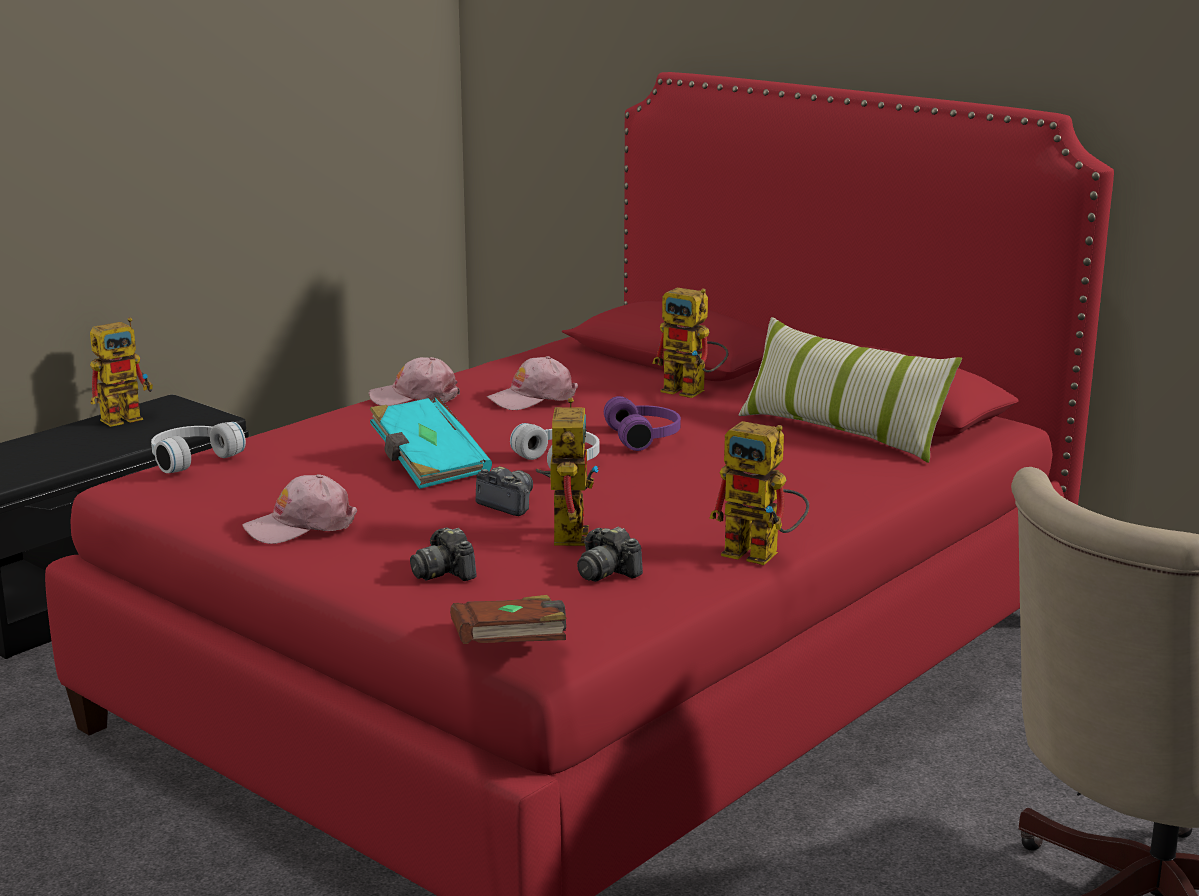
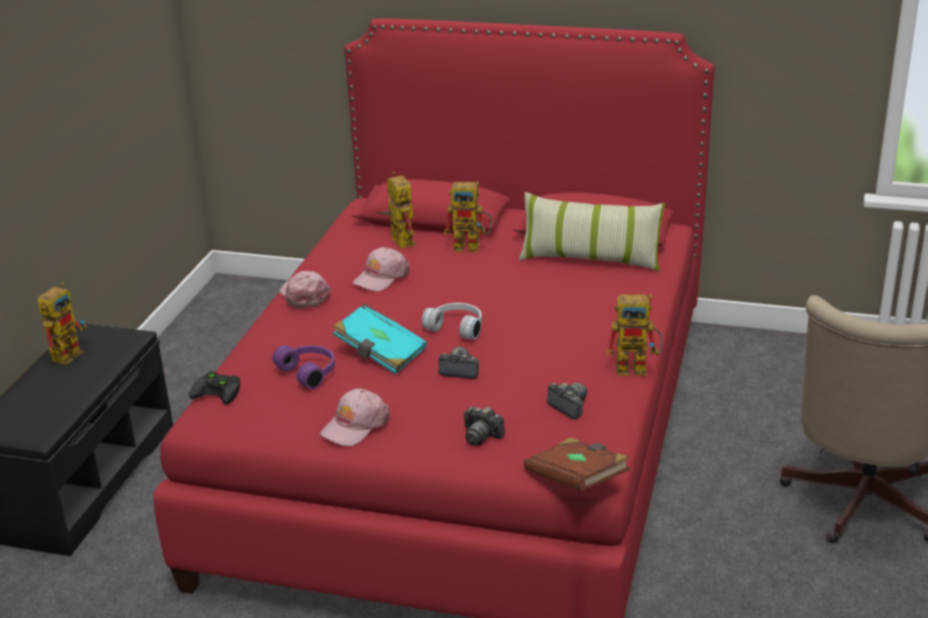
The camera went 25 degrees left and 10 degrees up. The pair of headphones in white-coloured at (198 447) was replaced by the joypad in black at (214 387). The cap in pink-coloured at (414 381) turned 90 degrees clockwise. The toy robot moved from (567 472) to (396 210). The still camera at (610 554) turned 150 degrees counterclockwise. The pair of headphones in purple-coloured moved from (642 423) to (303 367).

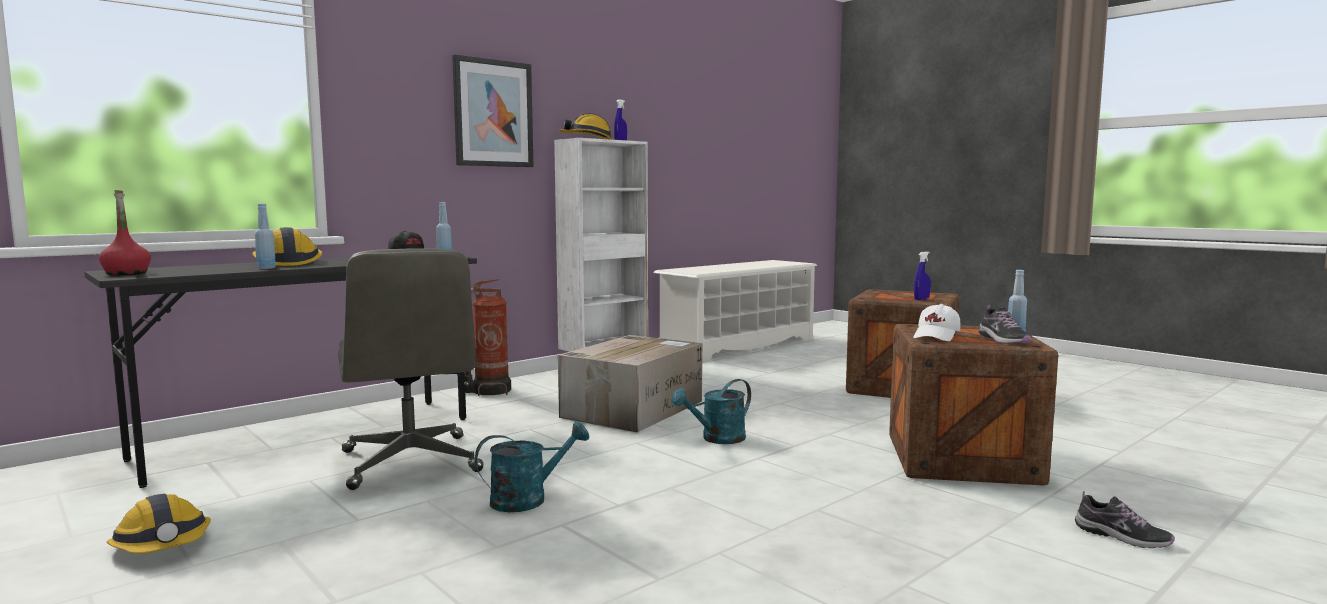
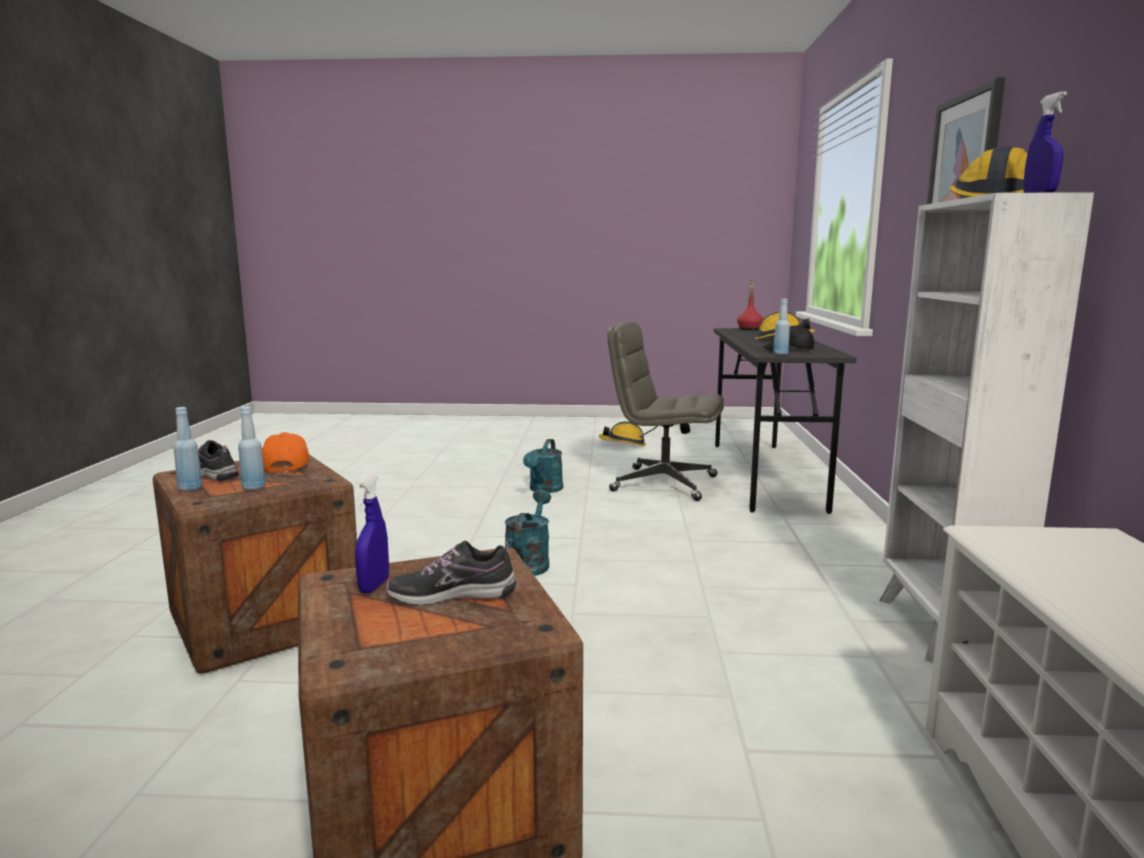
The camera went 135 degrees right and 5 degrees up. The drink bottle in blue-coloured moved from (265 236) to (251 448). The fire-fighting cylinder at (488 337) disappeared. The cardboard box at (630 383) disappeared. The cap in white-coloured at (937 322) became the cap in orangey at (286 452). The item of footwear moved from (1125 519) to (451 573).

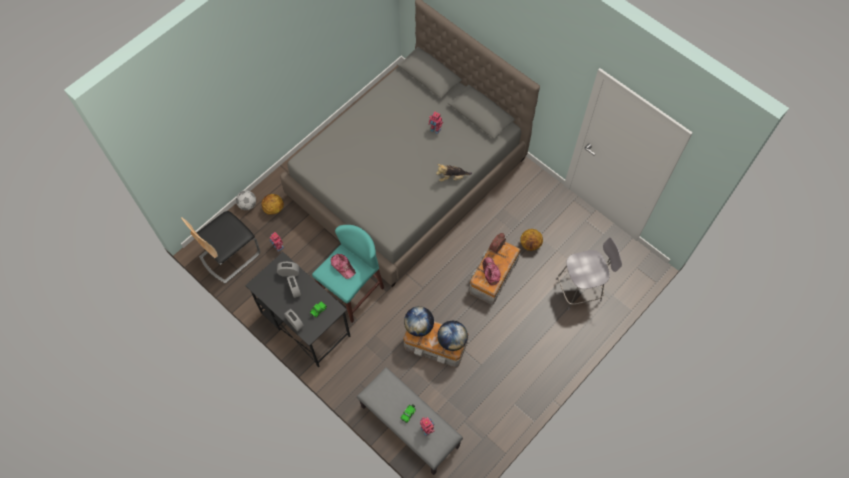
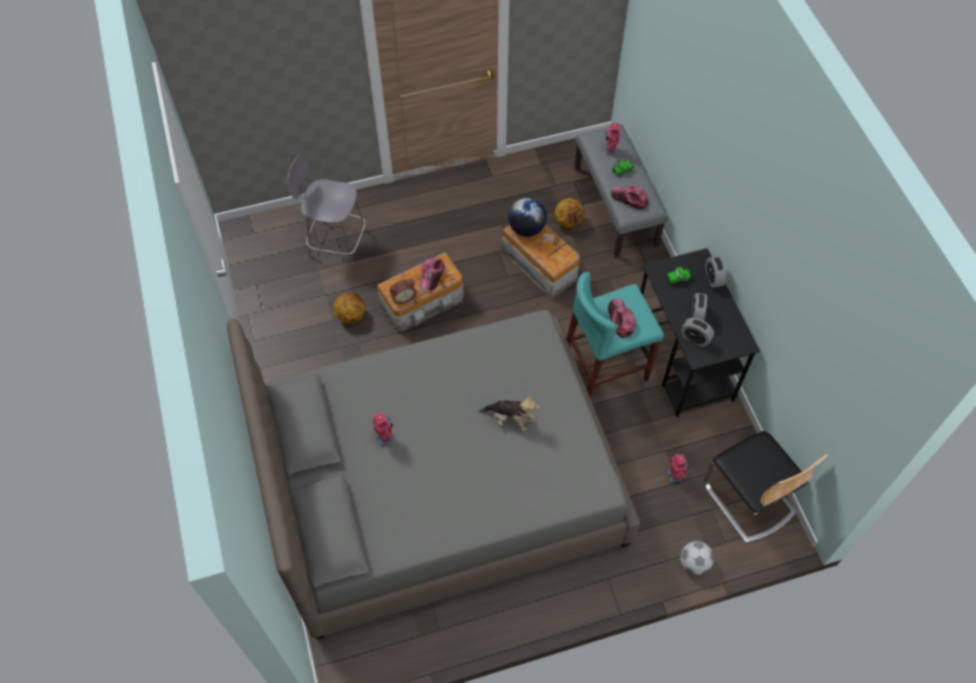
The camera went 150 degrees left and 5 degrees down. The upright chair at (221 247) turned 75 degrees clockwise. The basketball ball moved from (272 204) to (569 213). The world globe at (419 321) disappeared. The plush toy moved from (454 173) to (509 413). The cap at (629 197) appeared.

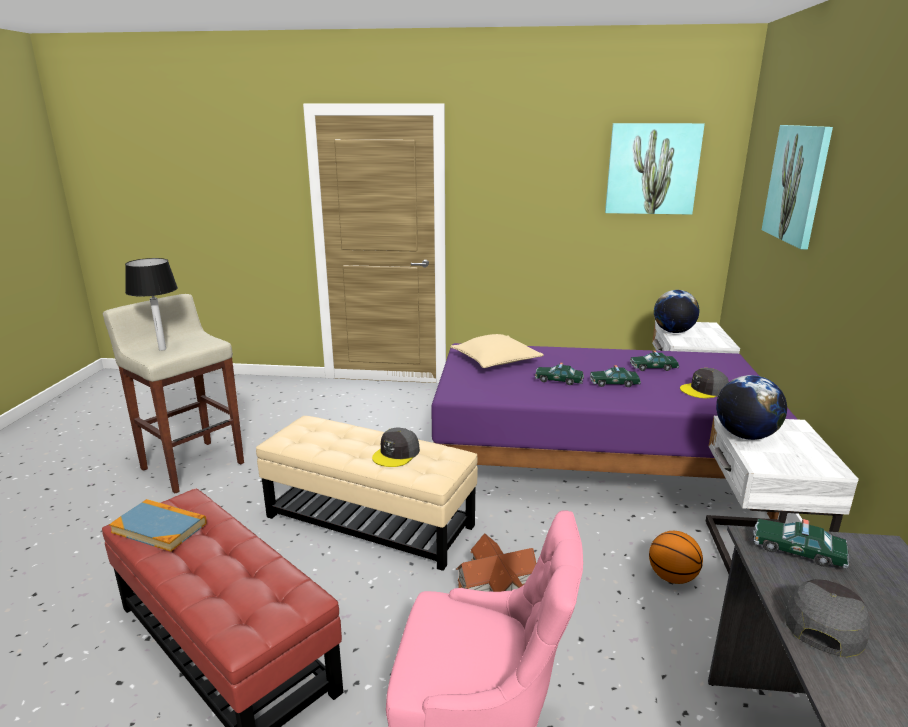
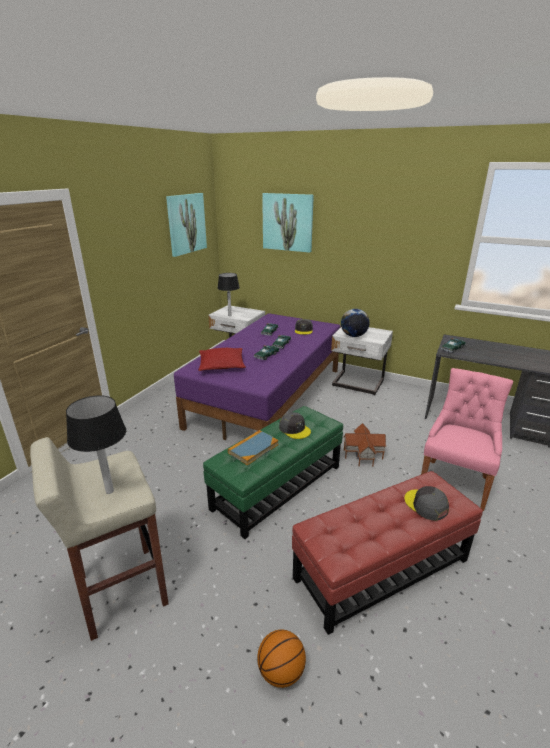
The camera went 70 degrees left and 5 degrees up. The volume moved from (158 525) to (253 448). The ottoman in sand-coloured at (367 493) became the ottoman in green-coloured at (273 472). The cushion in sand-coloured at (497 351) became the cushion in red-coloured at (222 359). The basketball ball moved from (676 557) to (281 659). The world globe at (676 311) was replaced by the table lamp at (229 294). The cap in greyish moved from (827 618) to (426 503).

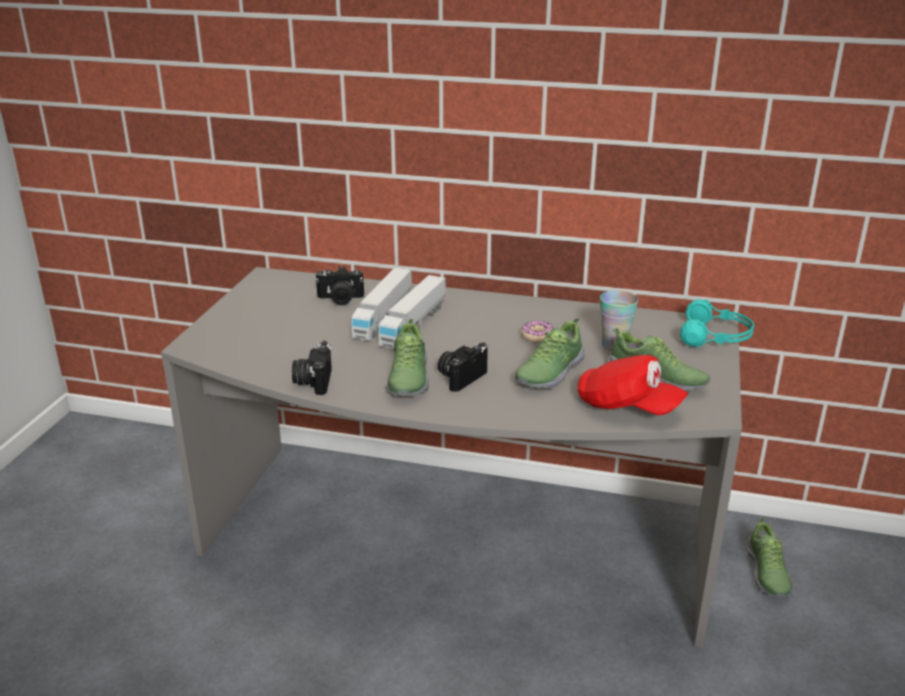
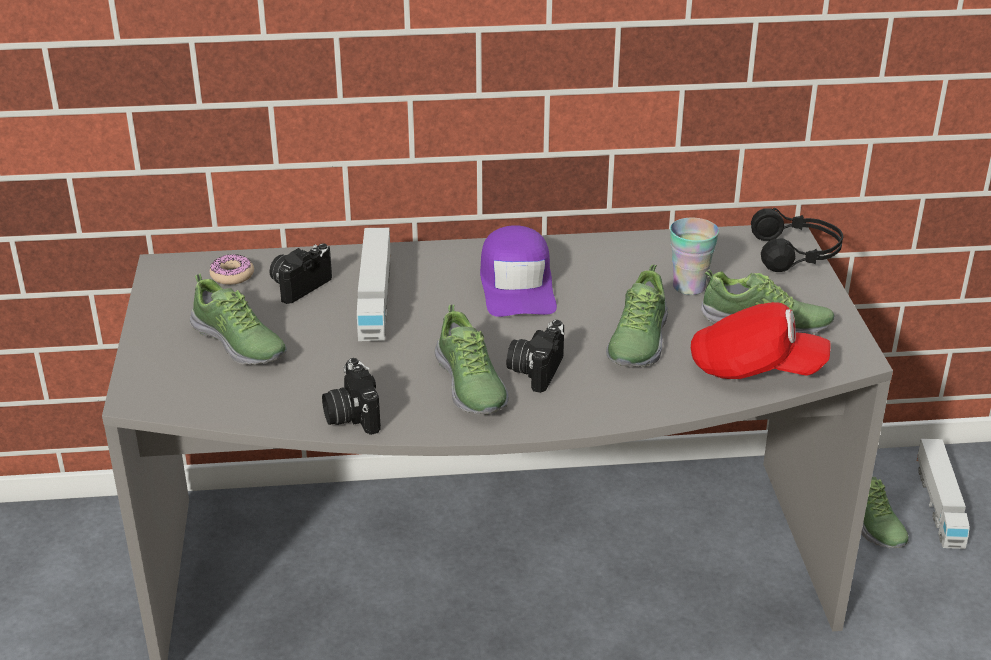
The camera went 20 degrees left and 5 degrees up. The still camera at (339 286) turned 150 degrees clockwise. The toy truck moved from (412 312) to (943 494). The ring doughnut moved from (537 332) to (232 269). The pair of headphones in turquoise at (717 323) became the pair of headphones in black at (797 240). The item of footwear at (238 319) appeared. The cap in purple-coloured at (518 271) appeared.

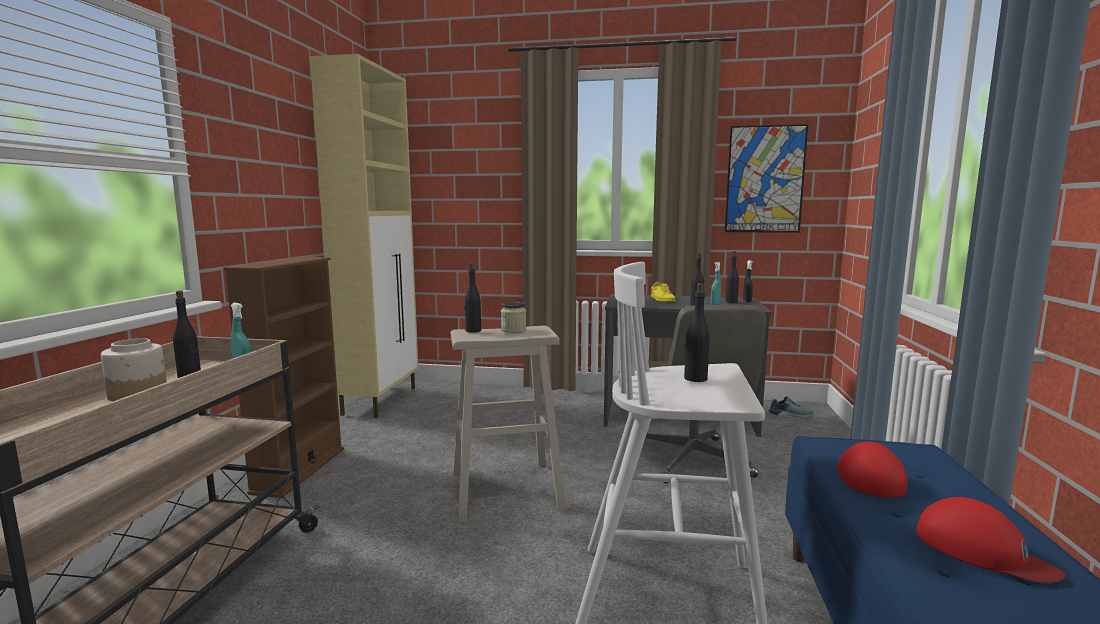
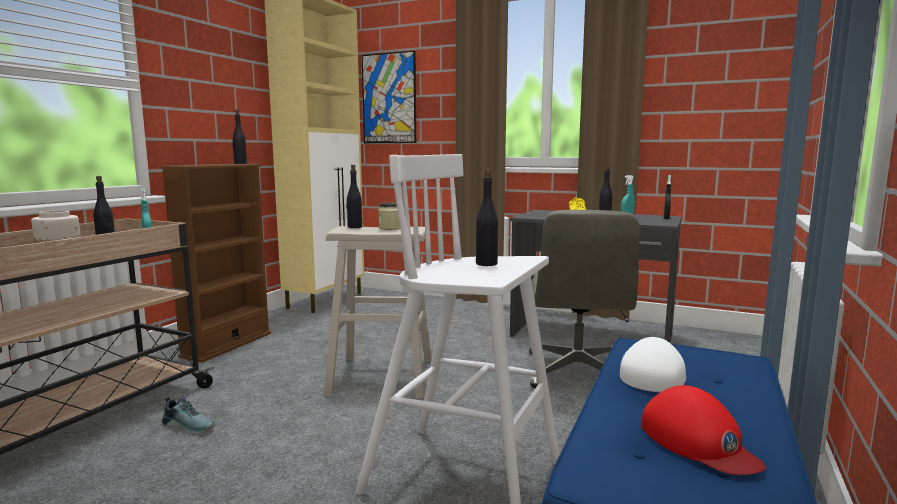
The camera went 15 degrees right and 0 degrees up. The wall art moved from (766 178) to (389 96). The drink bottle in black moved from (732 277) to (239 137). The item of footwear moved from (791 406) to (188 415). The cap in red-coloured at (872 469) became the cap in white-coloured at (653 364).

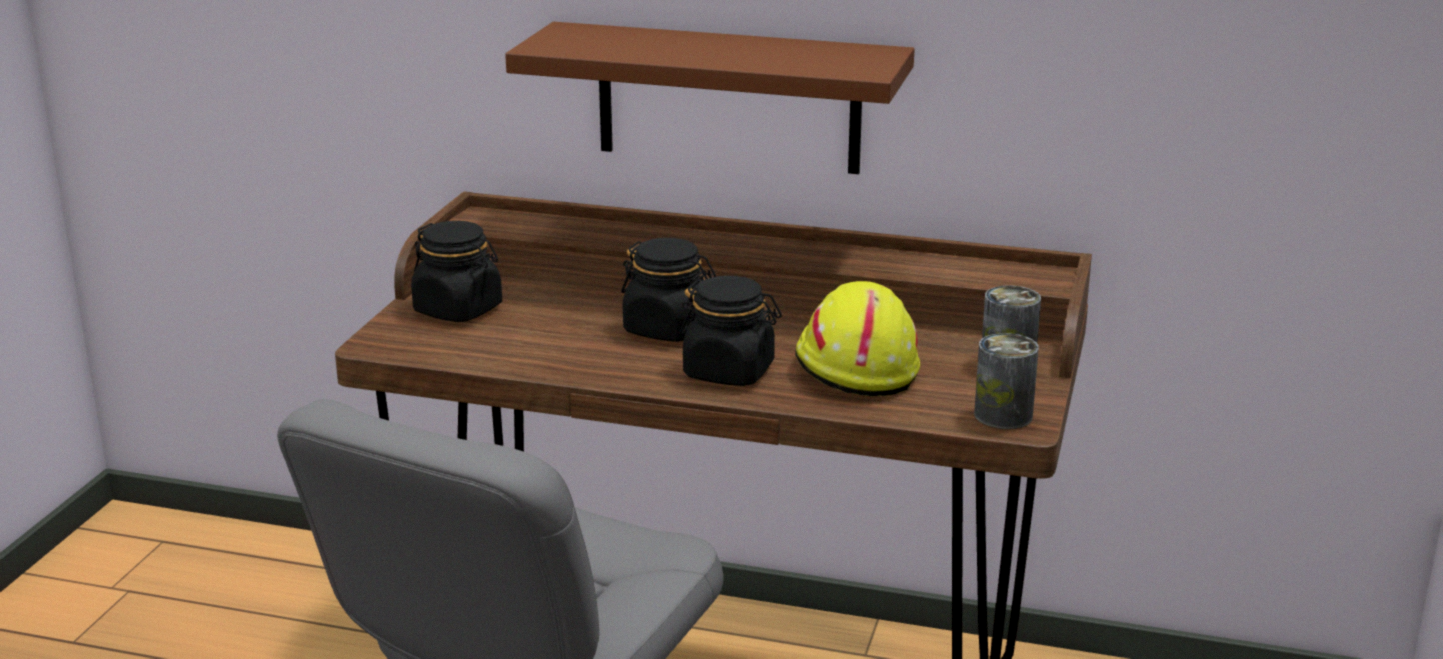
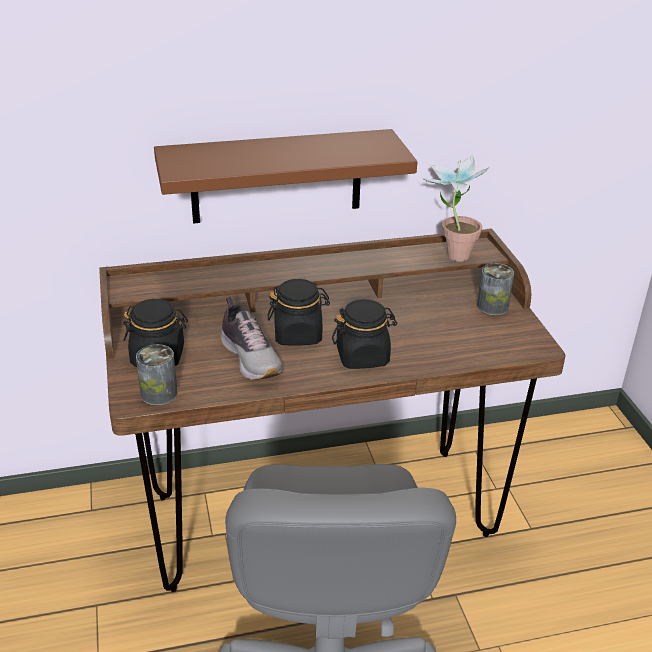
The camera went 30 degrees left and 10 degrees up. The safety helmet in yellowish at (857 338) disappeared. The metal can moved from (1006 381) to (157 375). The item of footwear at (252 338) appeared. The plant in a pot at (455 208) appeared.

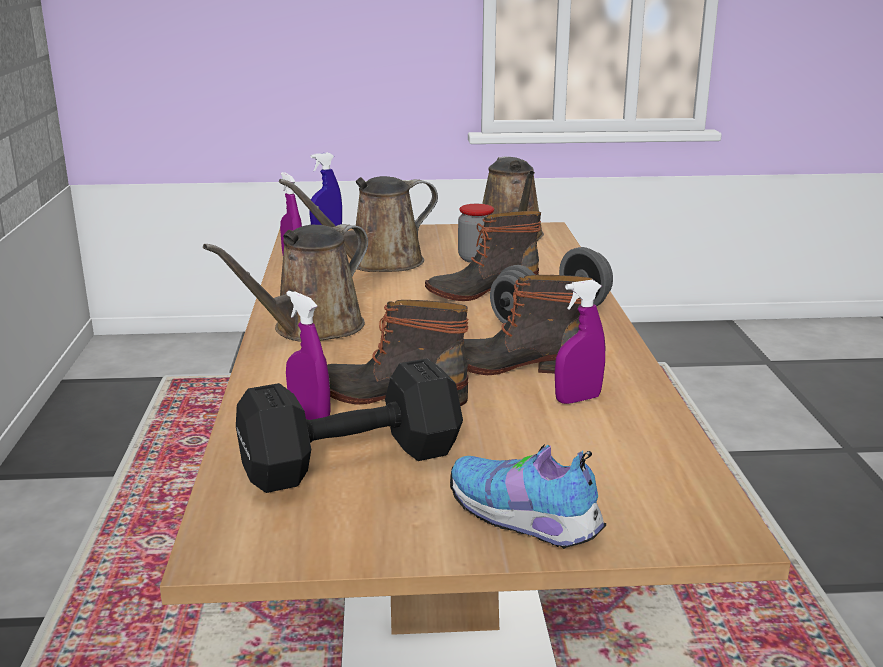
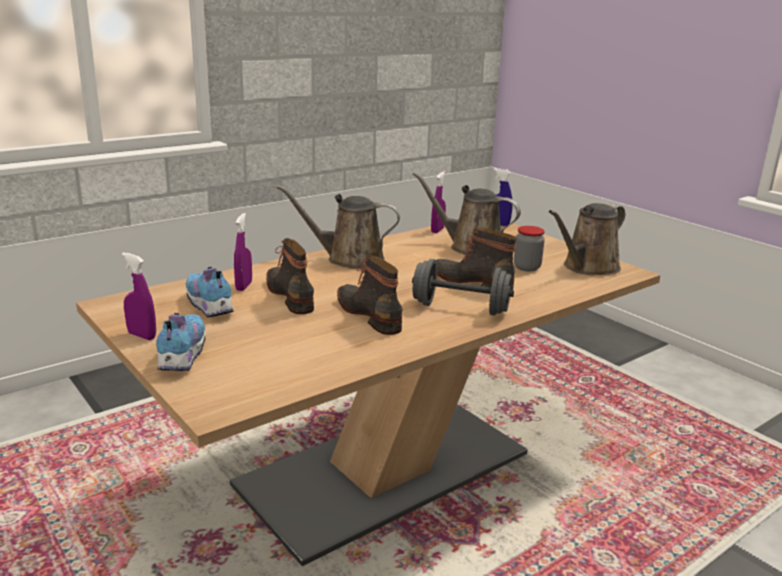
The camera went 55 degrees right and 0 degrees up. The hand weight in black at (349 425) was replaced by the item of footwear at (210 292). The spray bottle in purple-coloured moved from (580 342) to (139 296).

